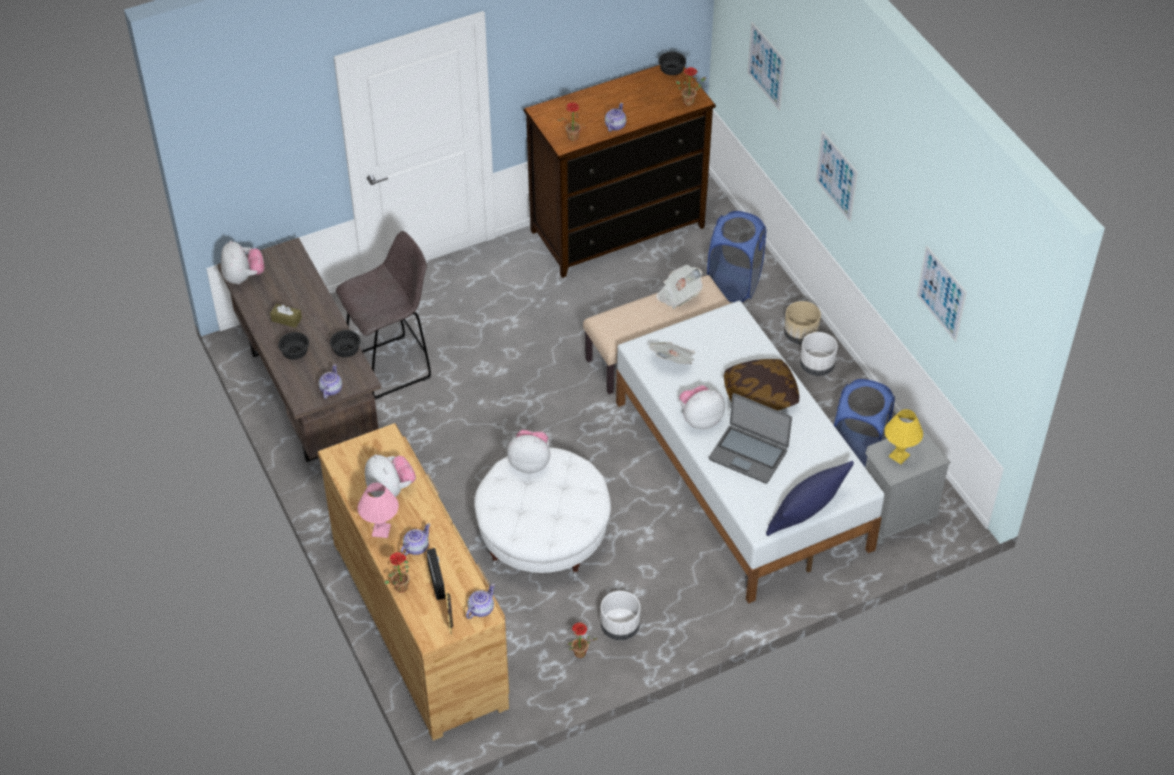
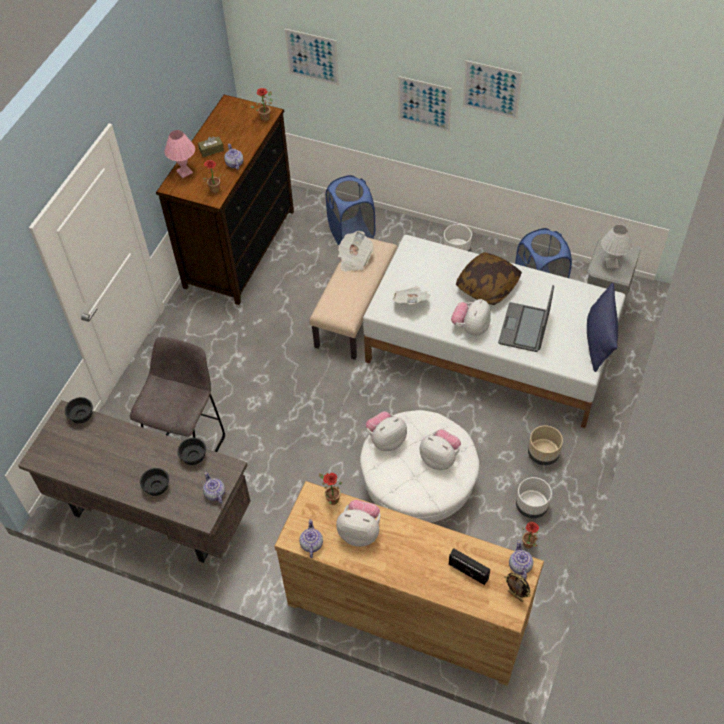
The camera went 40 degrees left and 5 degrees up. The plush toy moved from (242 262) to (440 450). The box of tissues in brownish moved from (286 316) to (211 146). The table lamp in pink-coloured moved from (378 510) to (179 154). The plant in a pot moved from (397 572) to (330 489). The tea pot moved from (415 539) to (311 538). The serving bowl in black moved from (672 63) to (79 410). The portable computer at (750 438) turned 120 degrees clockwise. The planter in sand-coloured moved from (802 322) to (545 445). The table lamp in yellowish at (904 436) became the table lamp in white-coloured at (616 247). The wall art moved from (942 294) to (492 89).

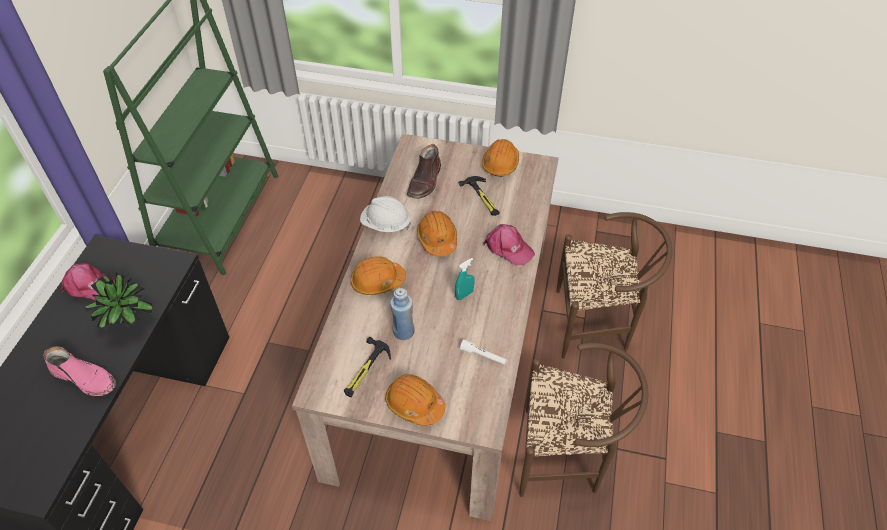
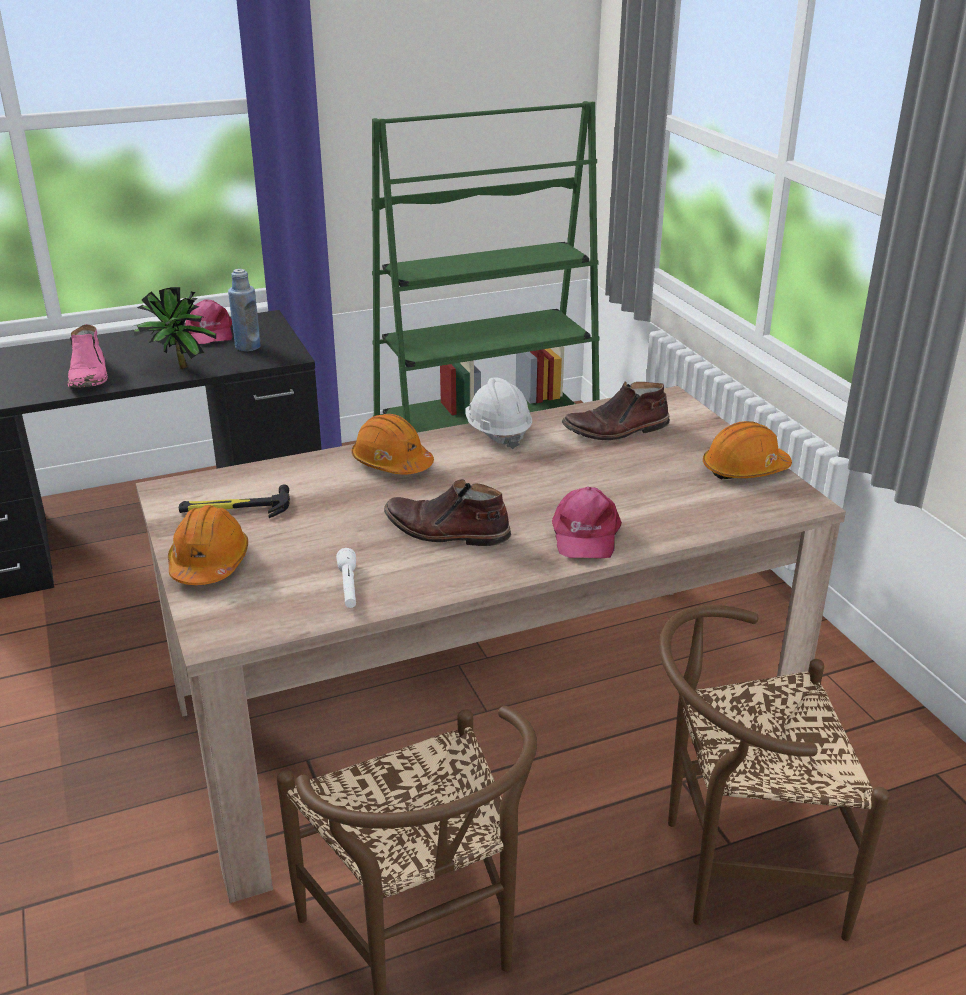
The camera went 55 degrees right and 20 degrees down. The drink bottle in blue-coloured moved from (402 314) to (244 310). The safety helmet in orangey at (437 233) disappeared. The spray bottle in turquoise at (464 279) was replaced by the tall boot in brownish at (447 512). The hand hammer at (479 196) disappeared. The upright chair in brownish at (614 285) turned 120 degrees clockwise.

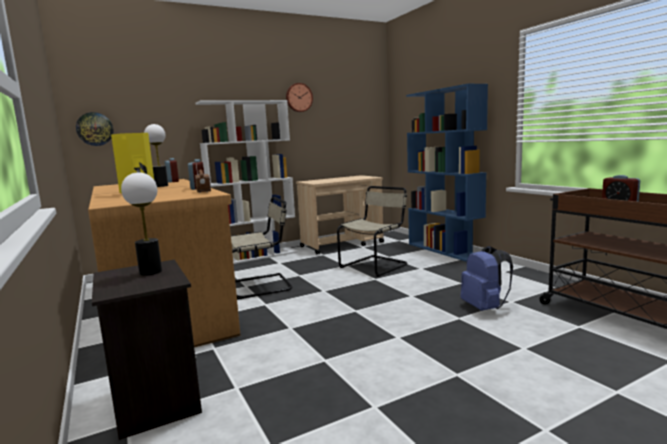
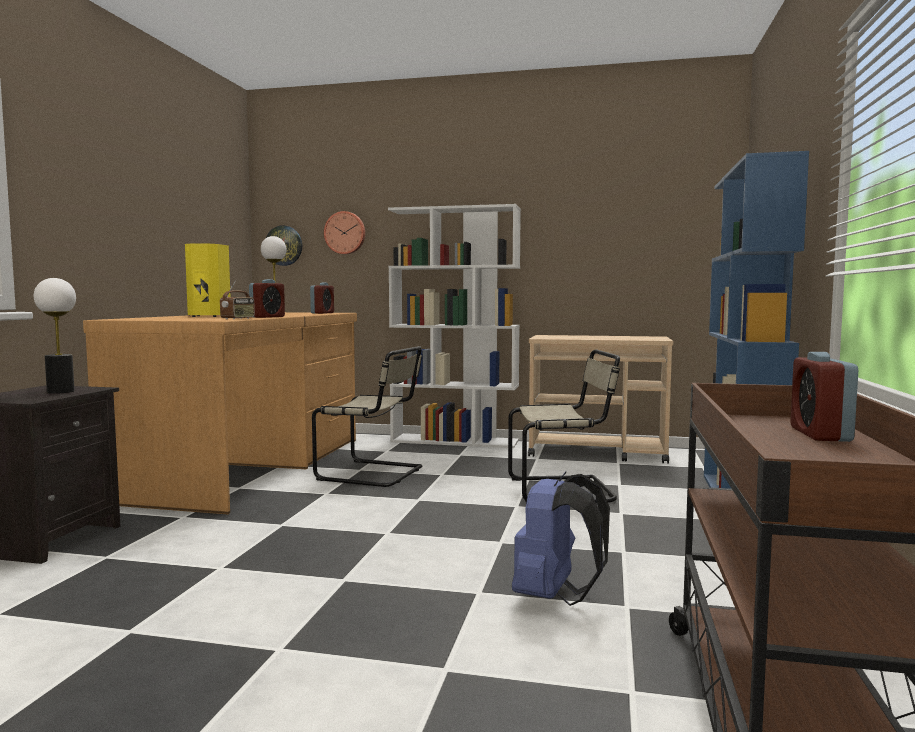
The camera went 40 degrees right and 5 degrees down. The clock on the wall moved from (299 97) to (344 232).

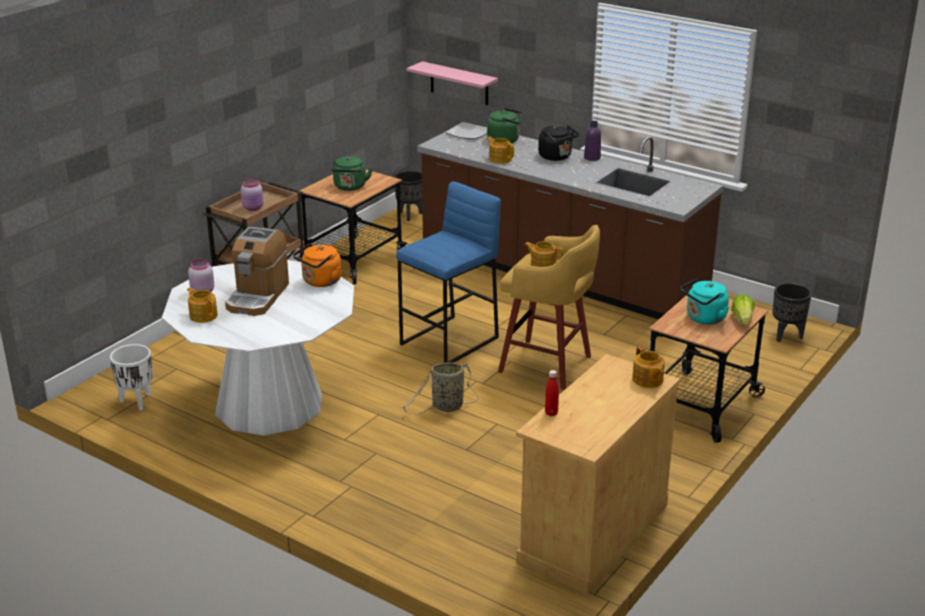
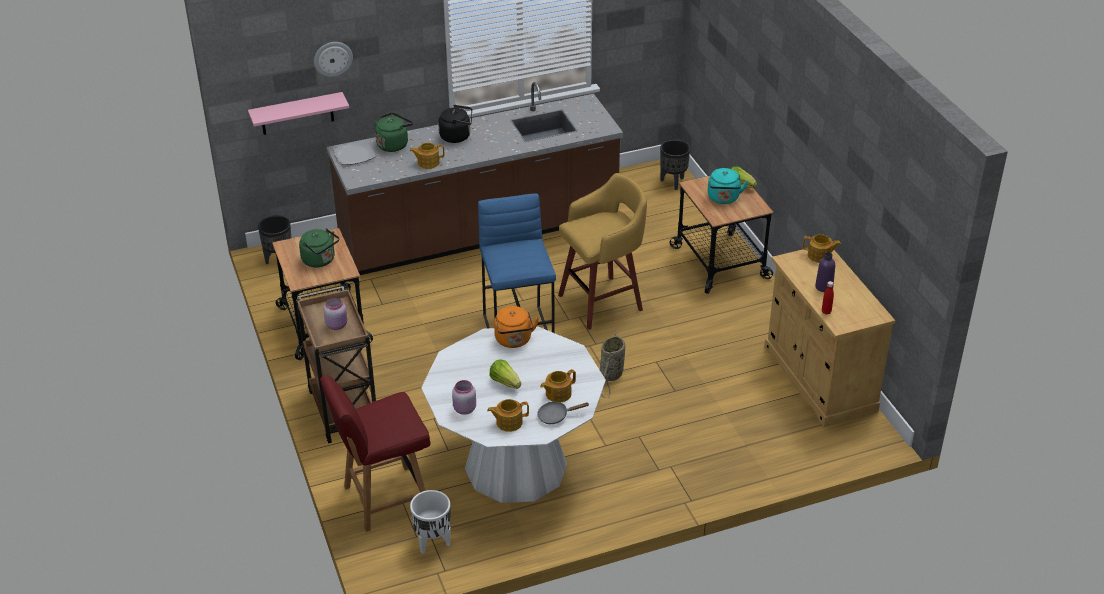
The camera went 55 degrees left and 10 degrees up. The coffee machine at (257 271) was replaced by the lettuce at (505 374). The tea pot moved from (543 254) to (558 385). The drink bottle in purple-coloured moved from (592 141) to (825 272). The clock on the wall at (333 59) appeared. The upright chair in red-coloured at (375 453) appeared. The skillet in greyish at (563 413) appeared.

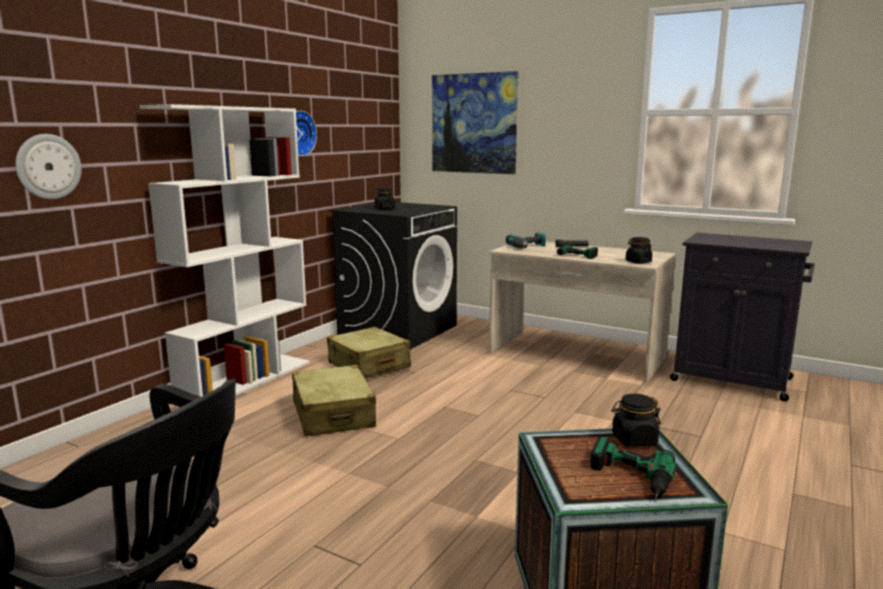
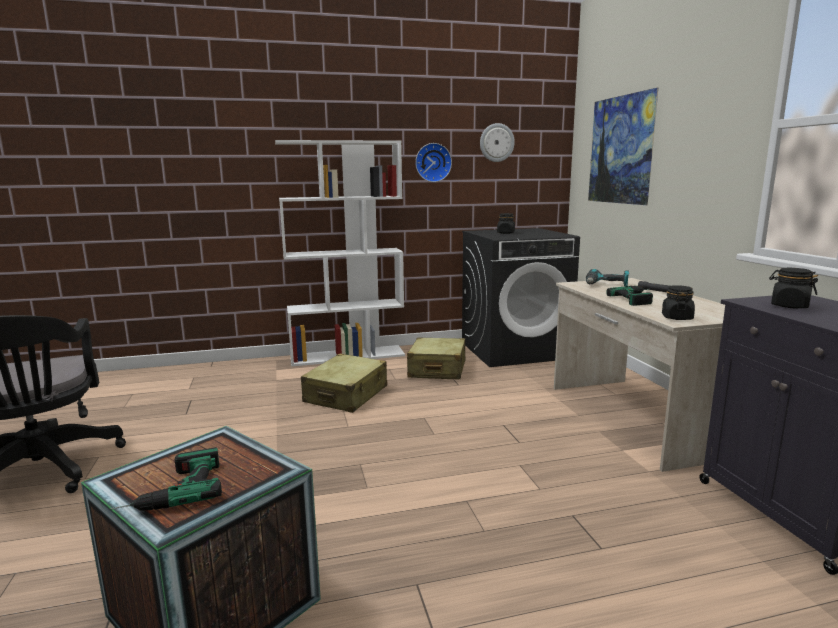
The camera went 45 degrees right and 0 degrees up. The clock on the wall moved from (48 166) to (497 142). The storage jar in black moved from (636 419) to (793 288).

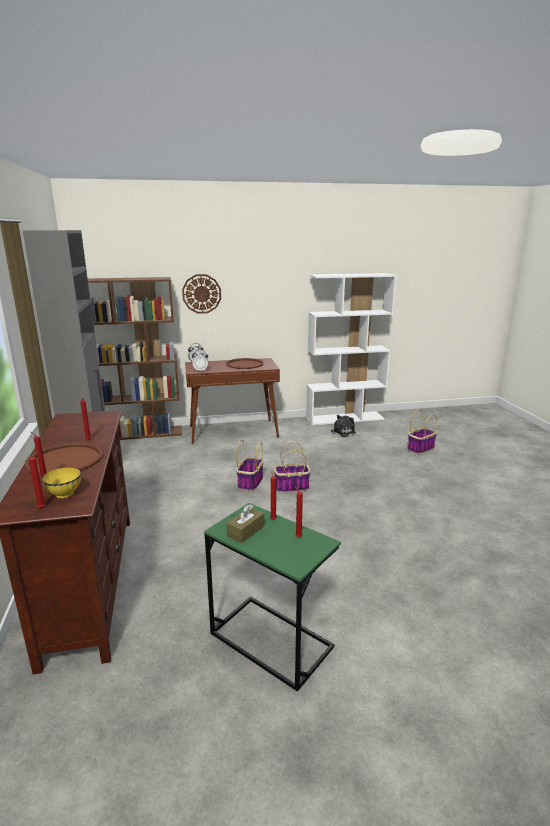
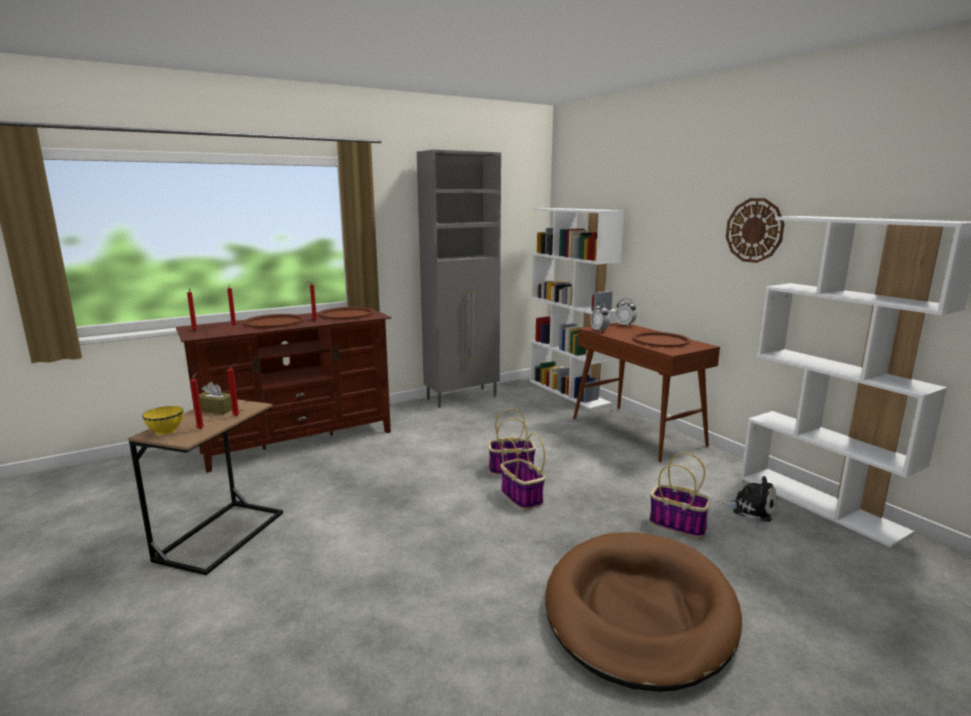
The camera went 70 degrees right and 5 degrees down. The serving bowl in yellowish moved from (61 482) to (162 420). The shelving unit in brownish at (135 358) became the shelving unit in white-coloured at (577 309). The clock on the wall moved from (201 294) to (755 230). The accent table in green-coloured at (272 597) became the accent table in brownish at (205 487). The basket moved from (422 432) to (680 495). The carrying tray in brownish at (346 313) appeared. The dog cushion in brownish at (643 612) appeared.

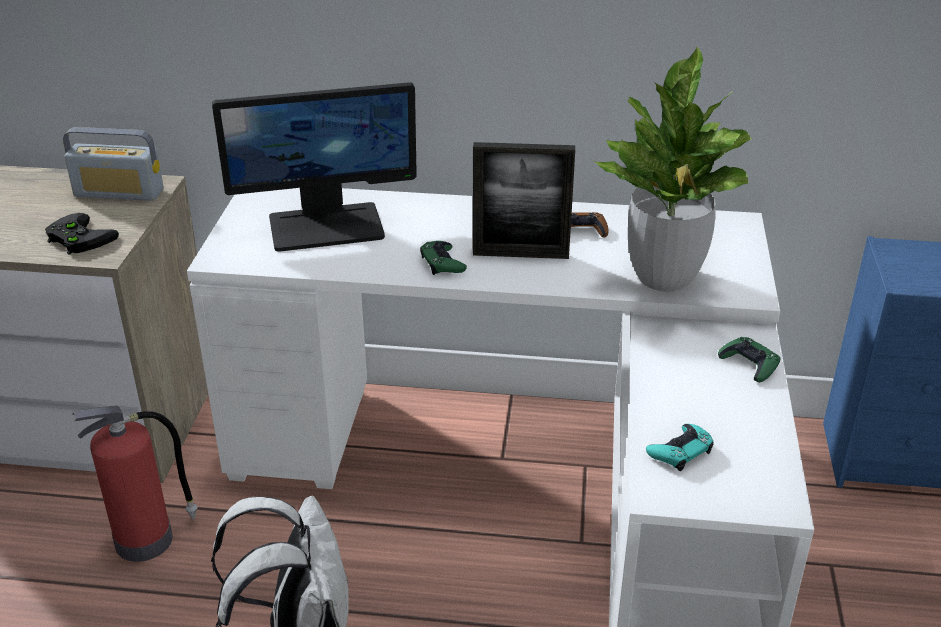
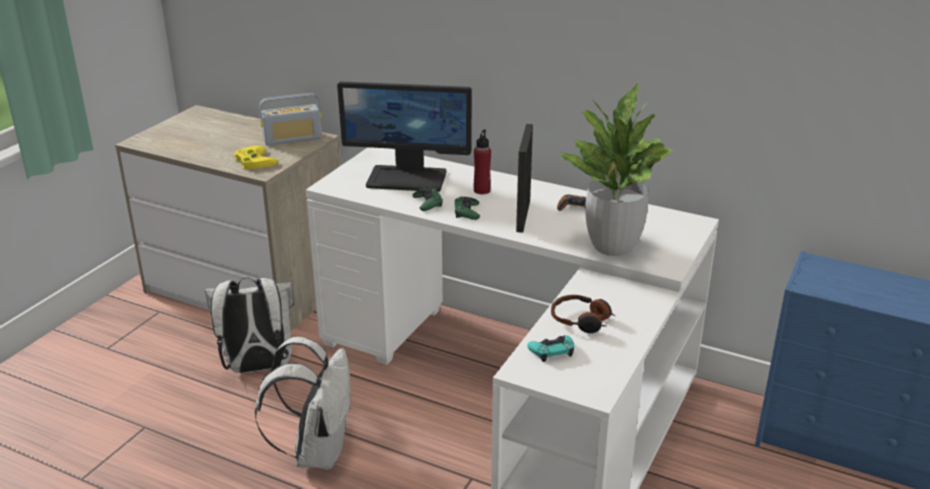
The camera went 20 degrees right and 5 degrees down. The joypad in black at (82 234) became the joypad in yellowish at (256 157). The radio set at (113 164) turned 45 degrees counterclockwise. The fire-fighting cylinder at (134 484) was replaced by the knapsack in white-coloured at (249 325). The picture frame at (524 200) turned 75 degrees clockwise. The joypad in green-coloured moved from (749 359) to (428 199). The drink bottle in red-coloured at (482 161) appeared. The pair of headphones at (583 314) appeared.

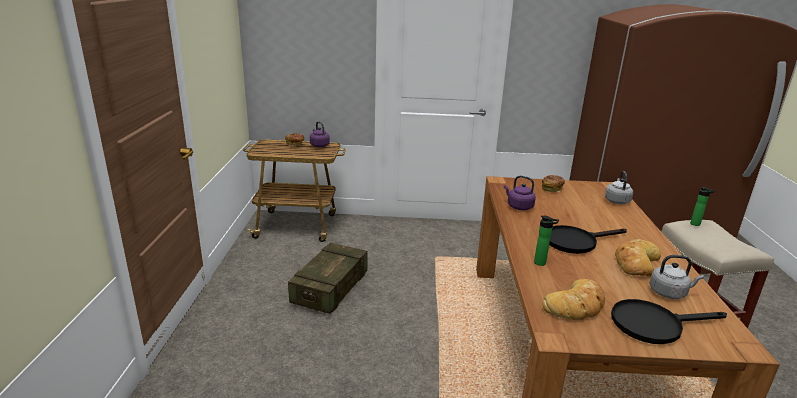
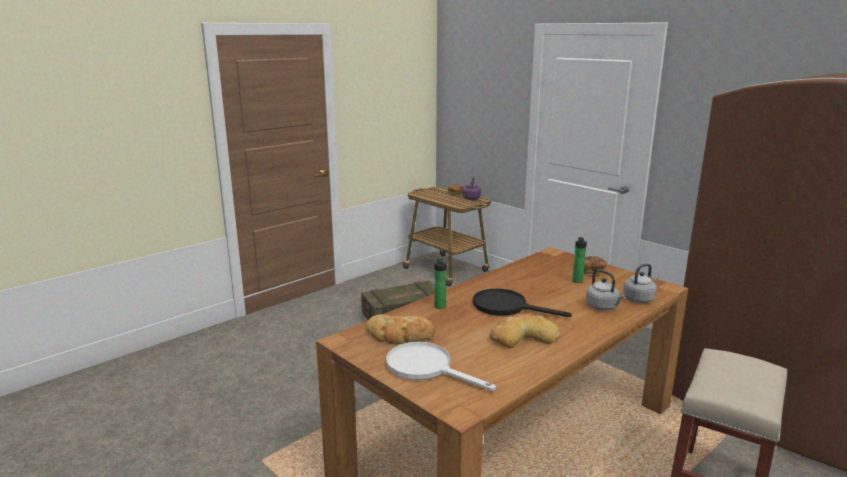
The camera went 45 degrees right and 5 degrees down. The kettle in purple-coloured at (520 193) disappeared. The skillet in black at (669 321) became the skillet in white-coloured at (441 366). The kettle in greyish moved from (677 277) to (605 290). The drink bottle moved from (702 206) to (579 260).

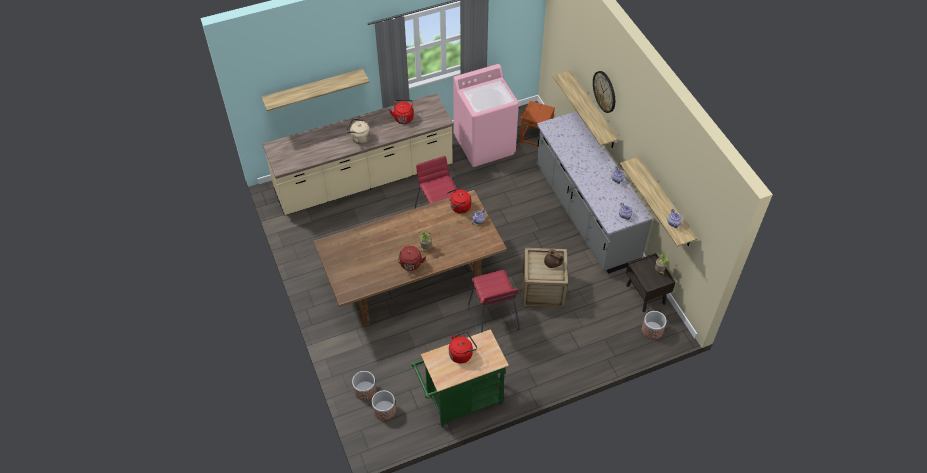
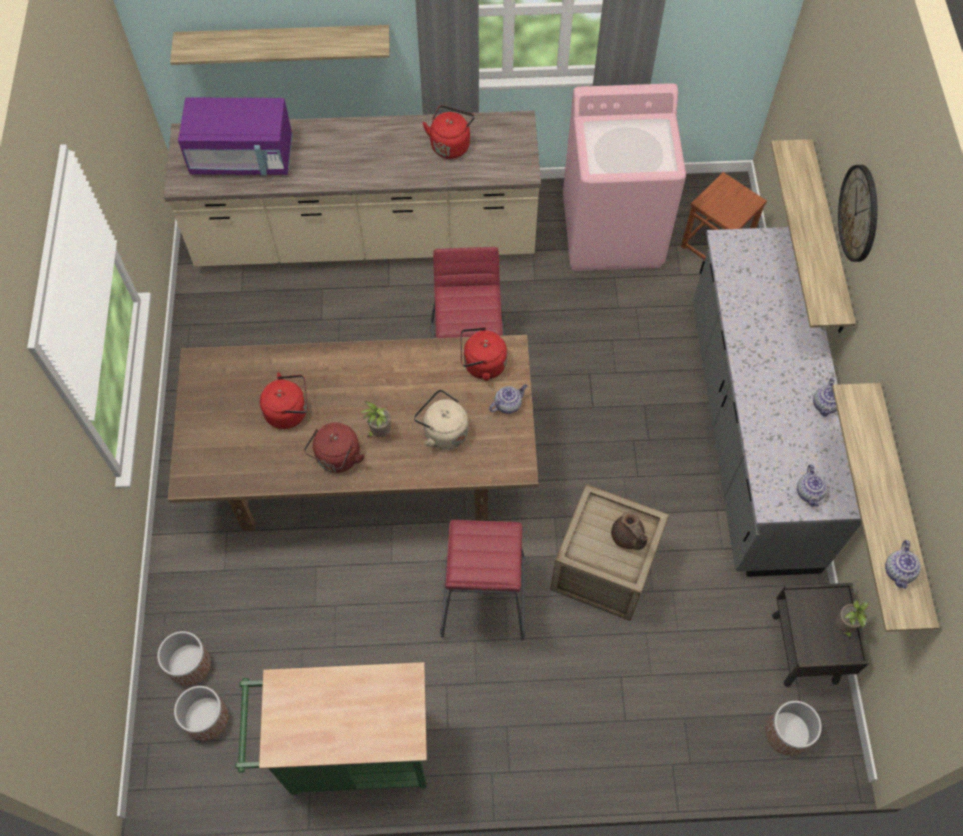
The camera went 20 degrees right and 10 degrees up. The kettle in sand-coloured moved from (358 131) to (441 419). The kettle in red-coloured moved from (463 347) to (284 400). The kitchen microwave in purple-coloured at (235 136) appeared.

